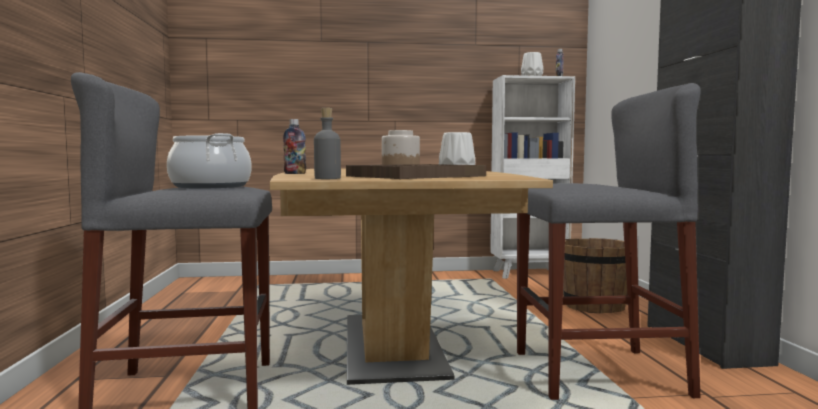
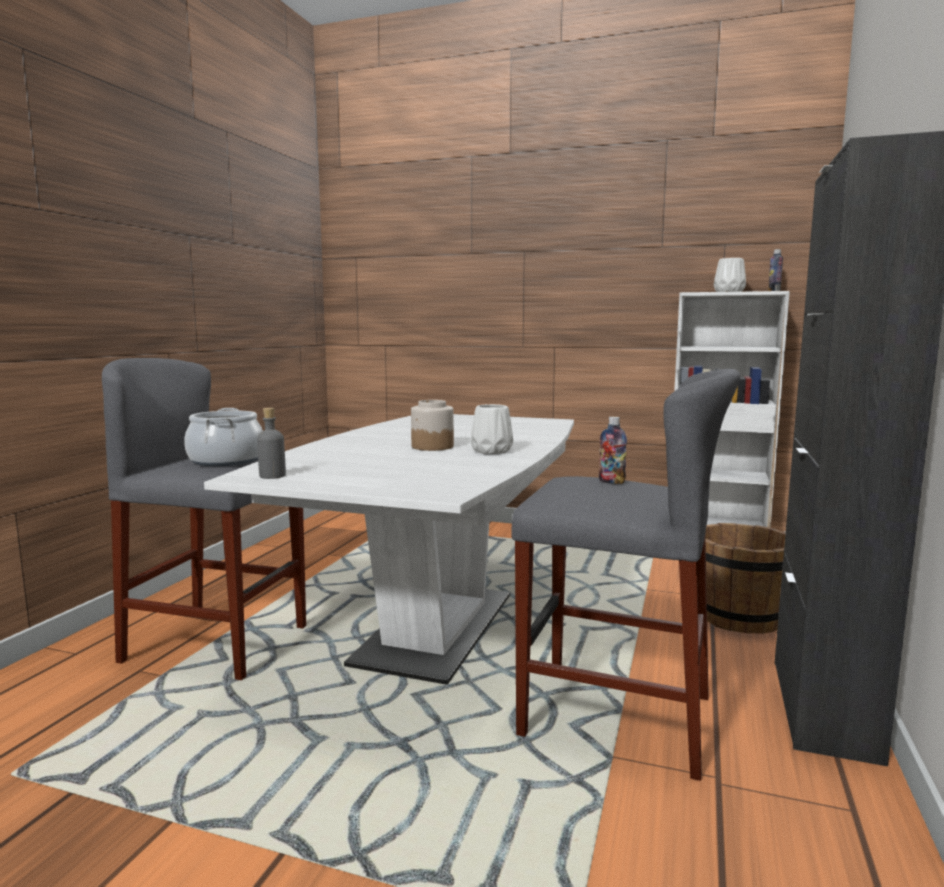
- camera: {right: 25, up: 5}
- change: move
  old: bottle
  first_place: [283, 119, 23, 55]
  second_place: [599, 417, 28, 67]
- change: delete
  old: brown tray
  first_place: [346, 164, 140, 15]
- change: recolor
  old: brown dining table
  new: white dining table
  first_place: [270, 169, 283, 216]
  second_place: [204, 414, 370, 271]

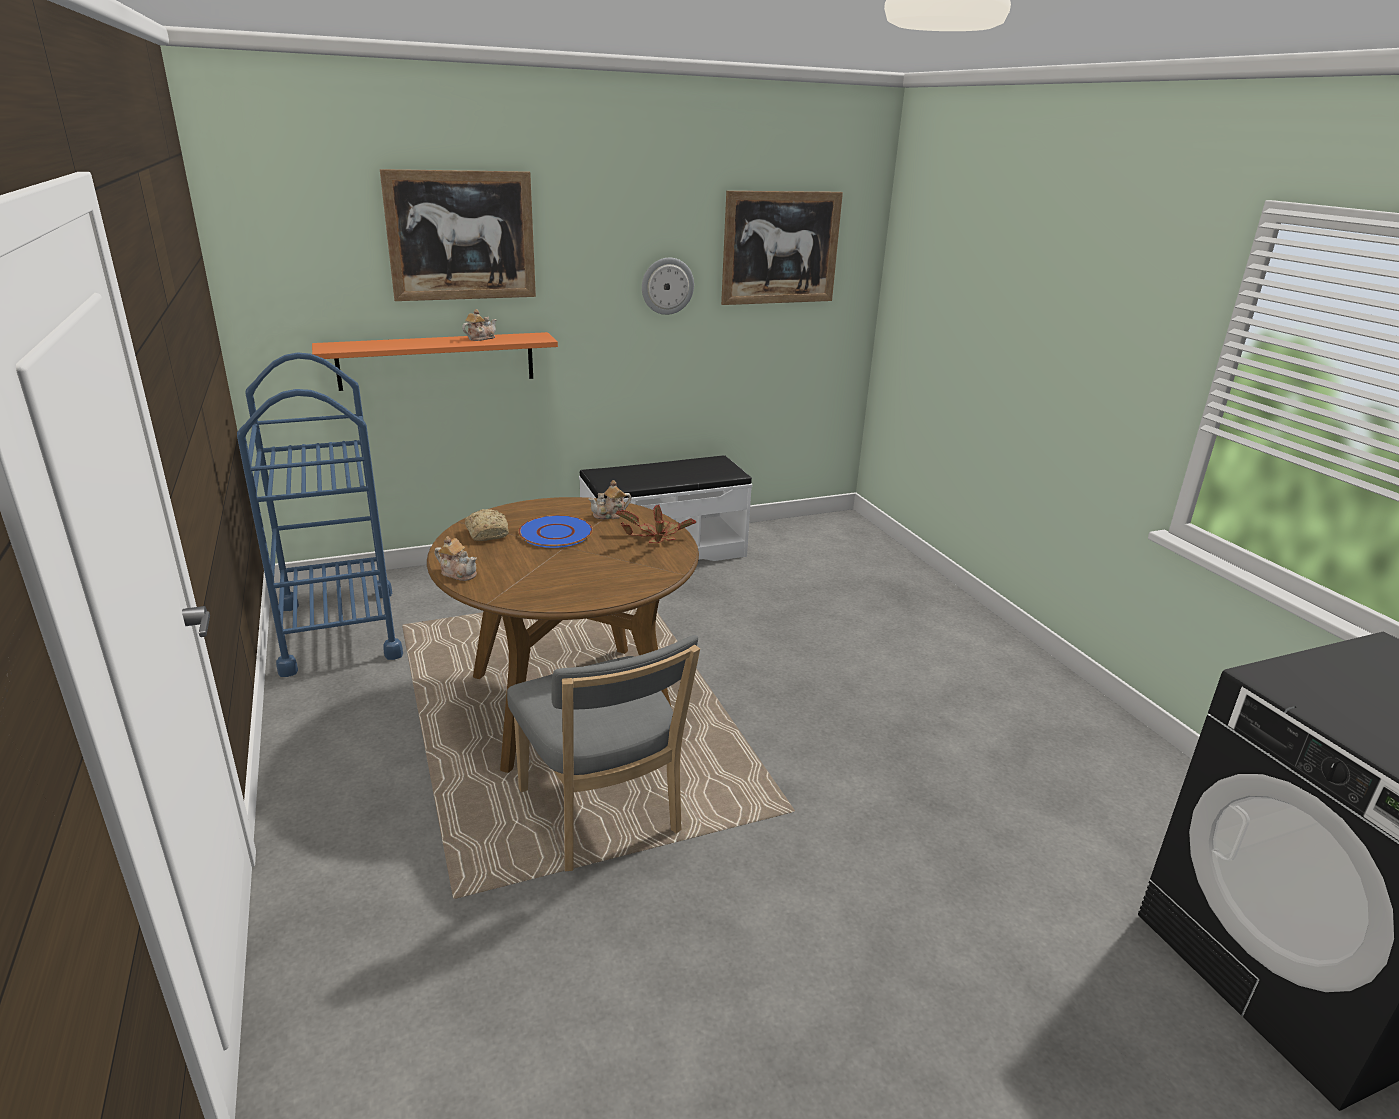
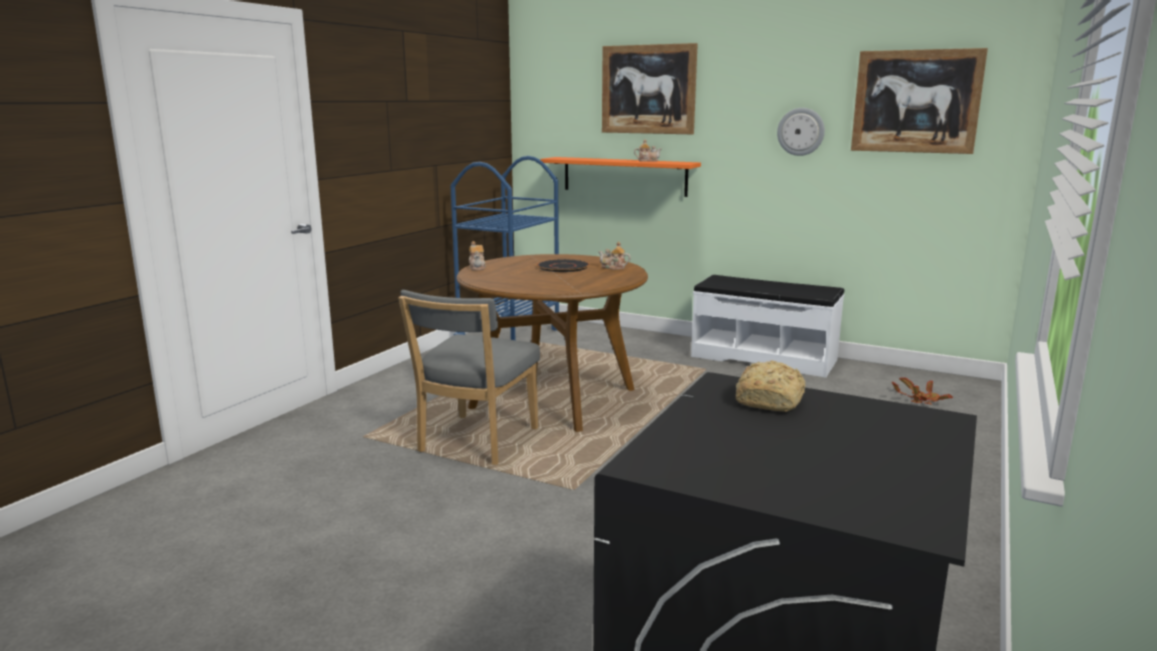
- camera: {right: 50, up: -10}
- change: move
  old: potted plant
  first_place: [616, 505, 80, 38]
  second_place: [891, 377, 62, 28]
- change: move
  old: bread
  first_place: [465, 509, 44, 32]
  second_place: [736, 361, 70, 51]
- change: recolor
  old: blue plate
  new: black plate
  first_place: [518, 515, 75, 33]
  second_place: [537, 259, 52, 13]

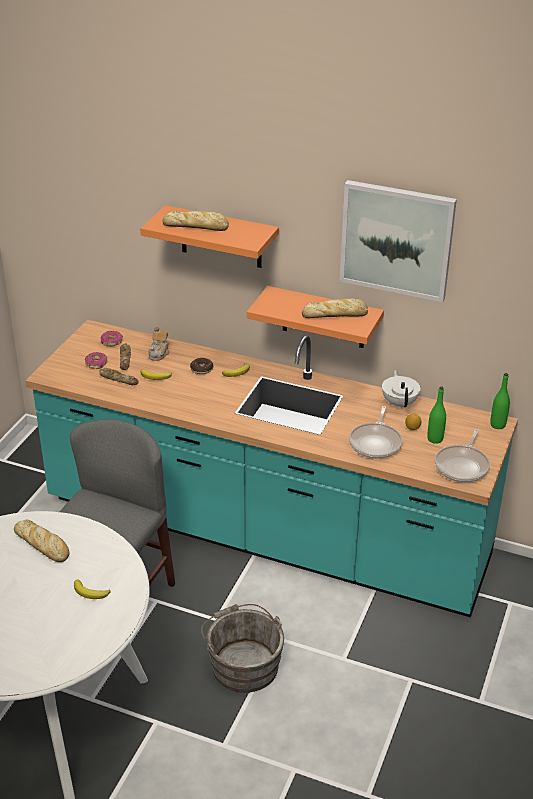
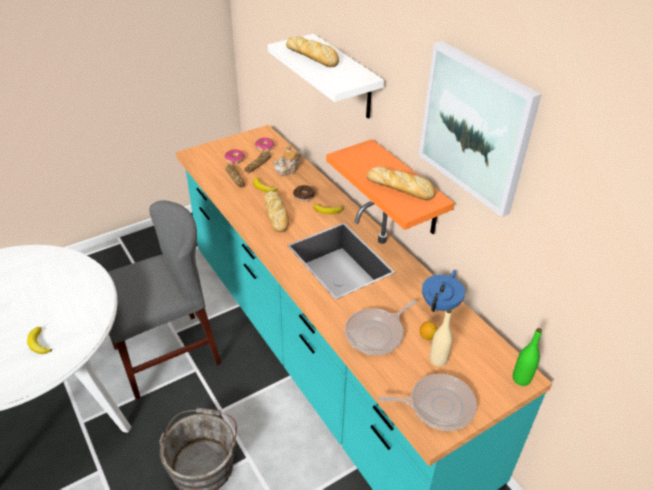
- camera: {right: 35, up: 5}
- change: recolor
  old: orange shelf
  new: white shelf
  first_place: [140, 205, 139, 63]
  second_place: [268, 34, 116, 85]
- change: recolor
  old: white teapot
  new: blue teapot
  first_place: [382, 370, 39, 39]
  second_place: [422, 270, 43, 42]
- change: recolor
  old: green bottle
  new: beige bottle
  first_place: [427, 386, 19, 58]
  second_place: [430, 309, 23, 58]
- change: rotate
  old: frying pan
  first_place: [435, 429, 55, 53]
  second_place: [378, 374, 99, 57]
  degrees: -150
- change: move
  old: bread
  first_place: [14, 520, 55, 42]
  second_place: [264, 191, 25, 41]

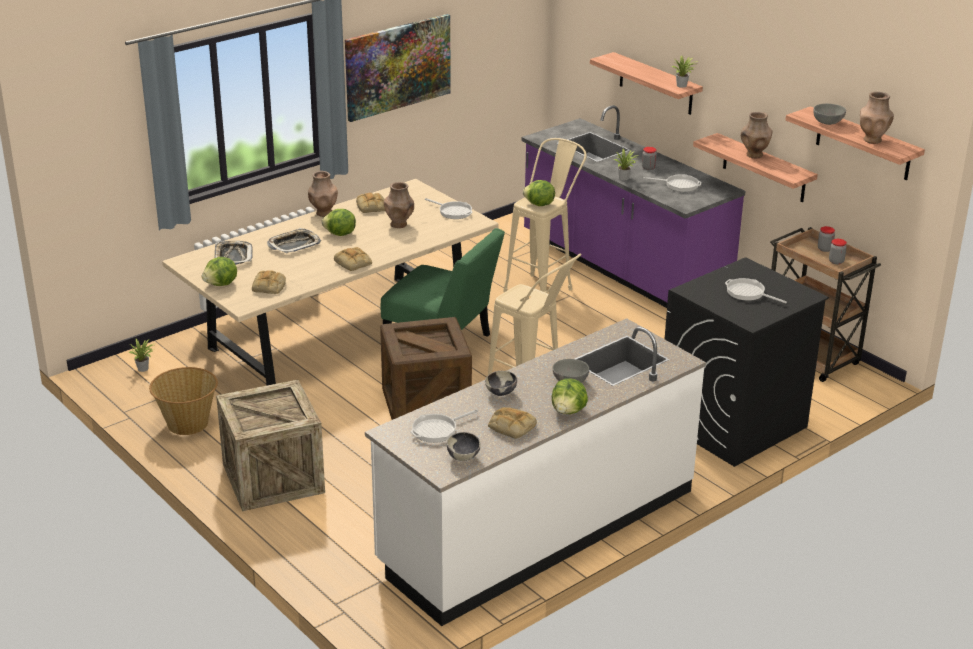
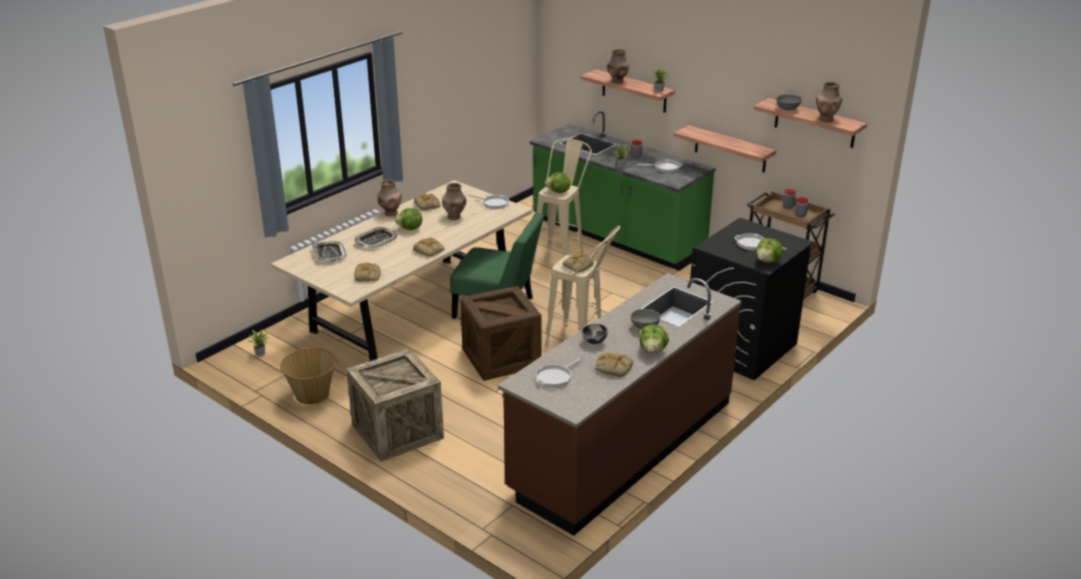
- camera: {right: -10, up: 0}
- change: delete
  old: picture
  first_place: [345, 14, 106, 108]
- change: recolor
  old: purple counter
  new: green counter
  first_place: [521, 105, 225, 203]
  second_place: [530, 111, 186, 160]
- change: move
  old: brown vase
  first_place: [741, 112, 31, 46]
  second_place: [607, 49, 23, 35]
- change: move
  old: lettuce
  first_place: [202, 257, 35, 29]
  second_place: [756, 238, 27, 25]
- change: recolor
  old: white counter
  new: brown counter
  first_place: [365, 318, 341, 308]
  second_place: [498, 273, 244, 263]
- change: delete
  old: bowl
  first_place: [447, 432, 34, 29]
- change: insert
  new: bread
  second_place: [563, 252, 31, 21]

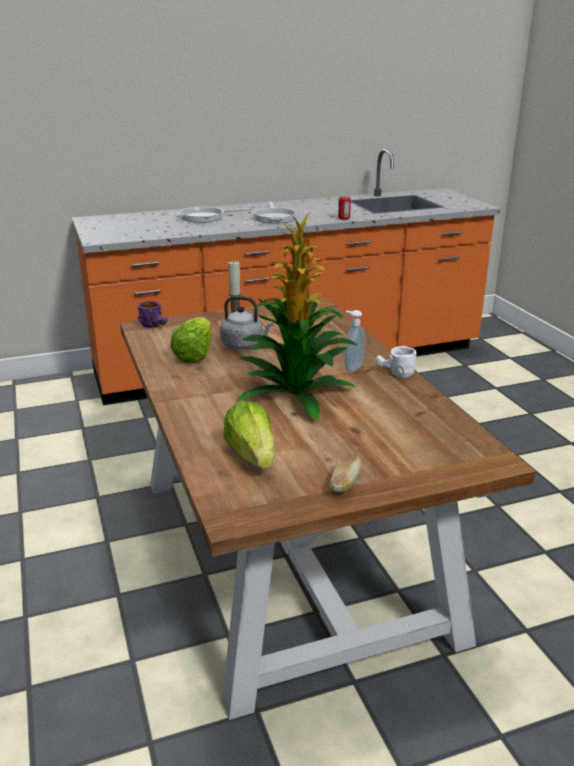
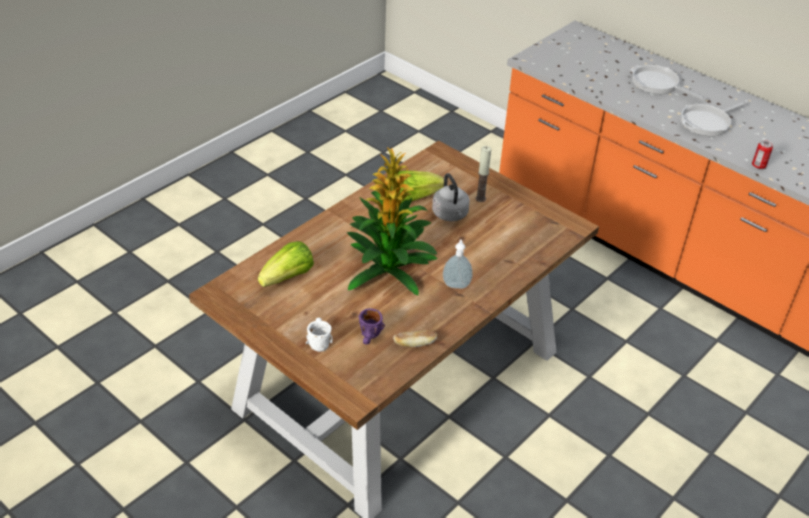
- camera: {right: 60, up: 15}
- change: move
  old: purple mug
  first_place: [138, 301, 29, 27]
  second_place: [359, 308, 26, 37]
- change: move
  old: white mug
  first_place: [376, 346, 41, 32]
  second_place: [306, 318, 27, 34]
- change: move
  old: bread
  first_place: [329, 454, 32, 38]
  second_place: [393, 330, 44, 17]

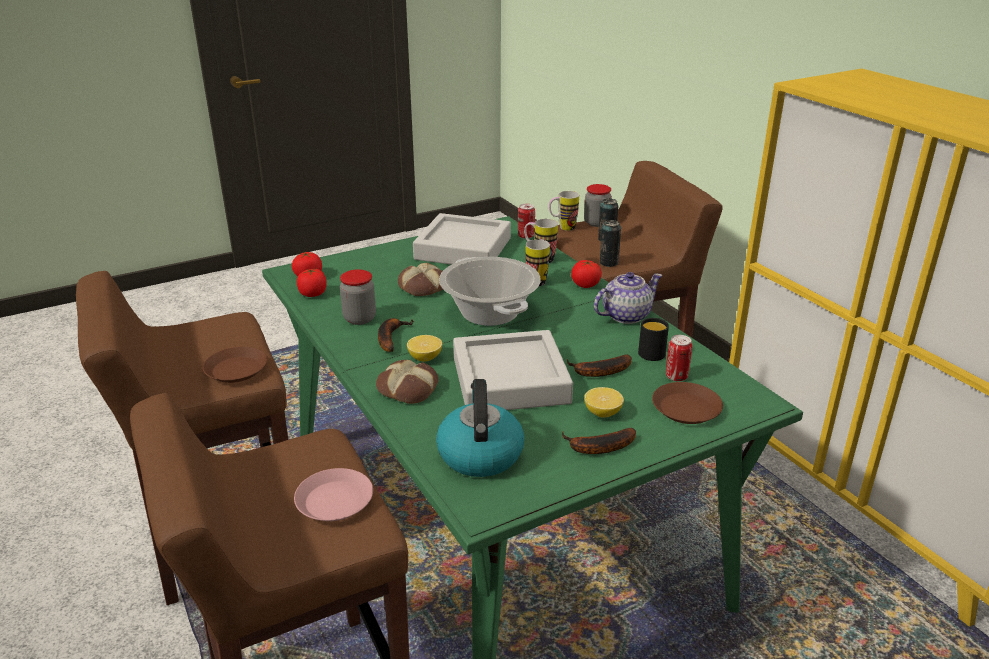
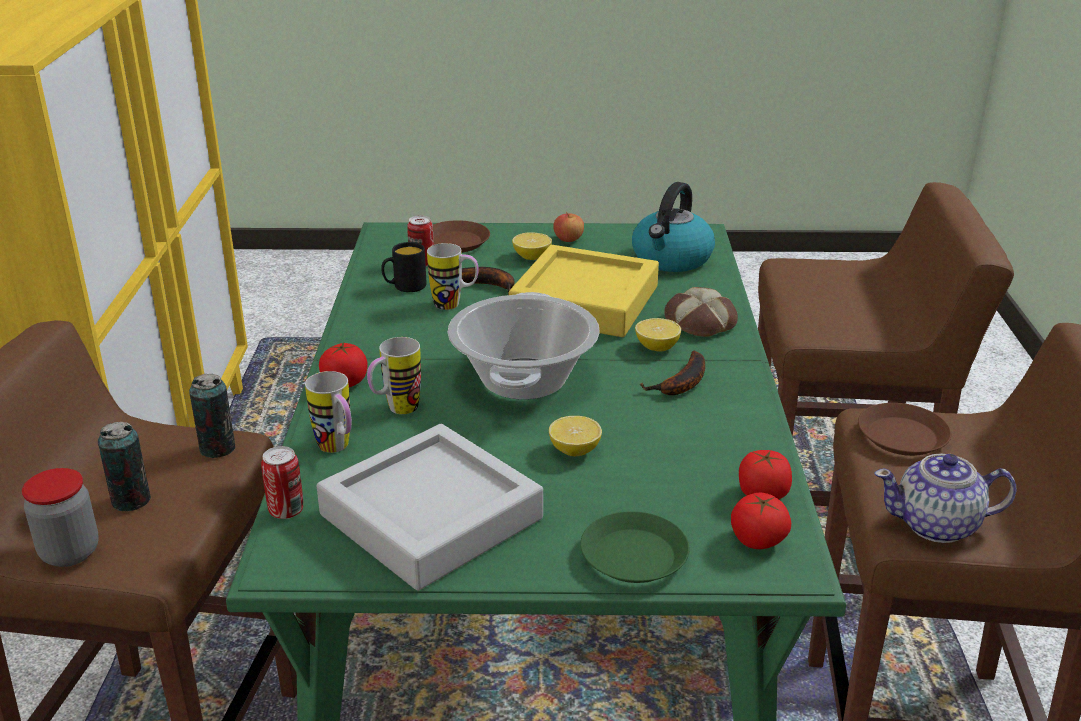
- camera: {right: -150, up: 0}
- change: move
  old: mug
  first_place: [549, 191, 30, 40]
  second_place: [427, 243, 51, 67]
- change: replace
  old: bread
  new: lemon
  first_place: [398, 263, 45, 33]
  second_place: [549, 416, 53, 40]
- change: delete
  old: jar
  first_place: [340, 269, 36, 56]
- change: move
  old: teapot
  first_place: [594, 272, 69, 52]
  second_place: [874, 454, 143, 89]
- change: recolor
  old: grey tray
  new: yellow tray
  first_place: [453, 330, 120, 80]
  second_place: [509, 245, 150, 92]
- change: replace
  old: banana
  new: apple
  first_place: [562, 428, 74, 26]
  second_place: [553, 212, 31, 30]
- change: delete
  old: pink plate
  first_place: [294, 468, 79, 53]
- change: insert
  new: green plate
  second_place: [580, 511, 110, 72]

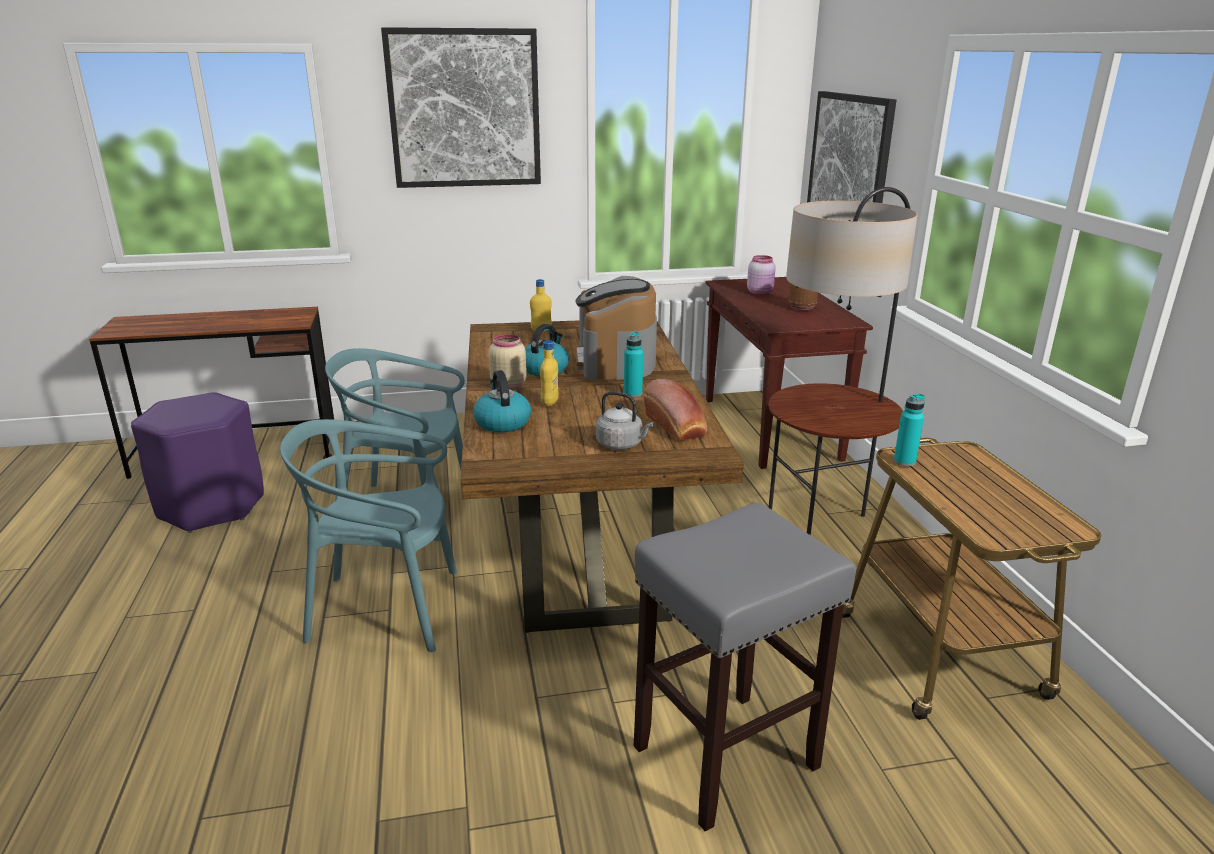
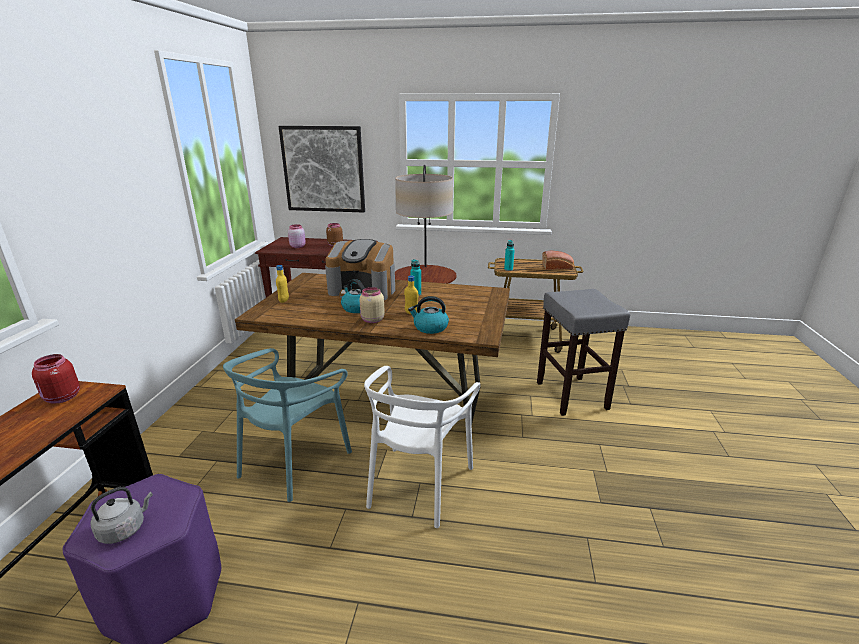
- camera: {right: -70, up: 0}
- change: delete
  old: picture
  first_place: [381, 27, 160, 161]
- change: move
  old: bread
  first_place: [644, 379, 63, 62]
  second_place: [542, 251, 32, 19]
- change: move
  old: grey kettle
  first_place: [596, 391, 57, 59]
  second_place: [91, 487, 62, 57]
- change: recolor
  old: turquoise chair
  new: white chair
  first_place: [280, 419, 177, 233]
  second_place: [364, 366, 116, 162]
- change: insert
  new: red jar
  second_place: [32, 354, 48, 50]

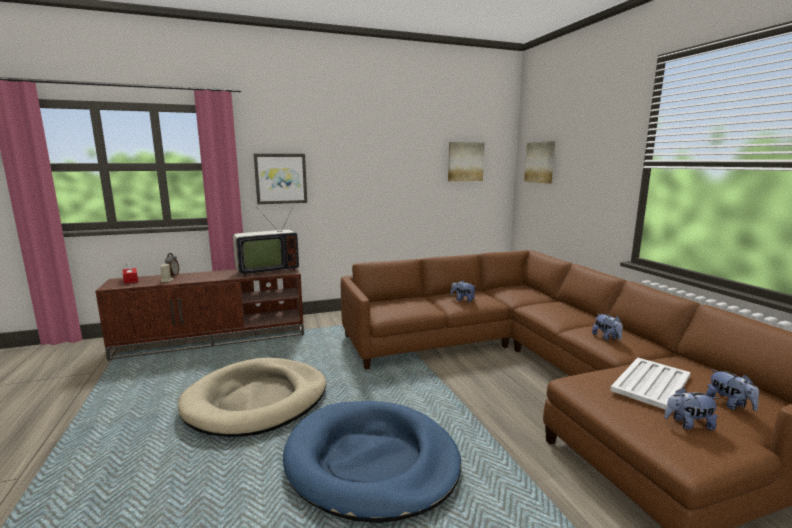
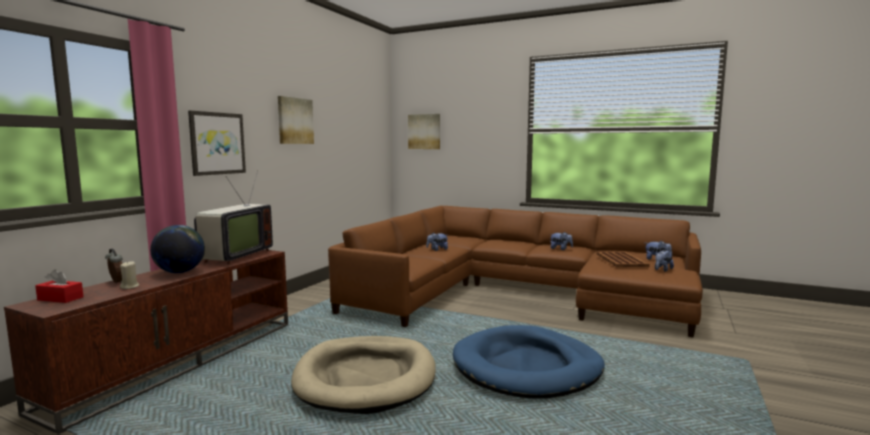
- camera: {right: -45, up: -5}
- change: move
  old: picture
  first_place: [448, 142, 37, 40]
  second_place: [278, 96, 36, 48]
- change: recolor
  old: white tray
  new: brown tray
  first_place: [610, 358, 81, 52]
  second_place: [597, 251, 53, 16]
- change: insert
  new: globe
  second_place: [150, 225, 55, 48]

